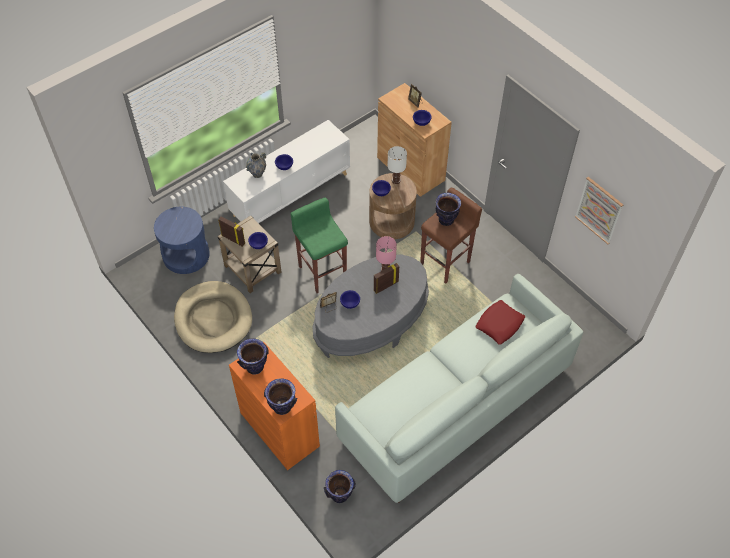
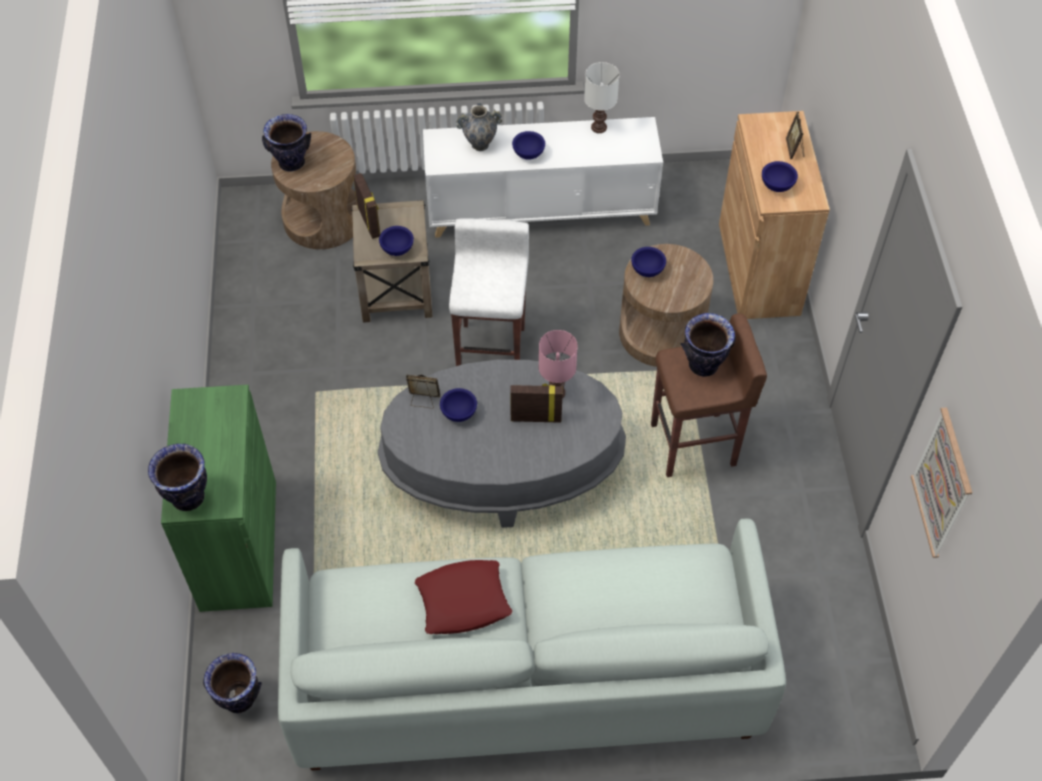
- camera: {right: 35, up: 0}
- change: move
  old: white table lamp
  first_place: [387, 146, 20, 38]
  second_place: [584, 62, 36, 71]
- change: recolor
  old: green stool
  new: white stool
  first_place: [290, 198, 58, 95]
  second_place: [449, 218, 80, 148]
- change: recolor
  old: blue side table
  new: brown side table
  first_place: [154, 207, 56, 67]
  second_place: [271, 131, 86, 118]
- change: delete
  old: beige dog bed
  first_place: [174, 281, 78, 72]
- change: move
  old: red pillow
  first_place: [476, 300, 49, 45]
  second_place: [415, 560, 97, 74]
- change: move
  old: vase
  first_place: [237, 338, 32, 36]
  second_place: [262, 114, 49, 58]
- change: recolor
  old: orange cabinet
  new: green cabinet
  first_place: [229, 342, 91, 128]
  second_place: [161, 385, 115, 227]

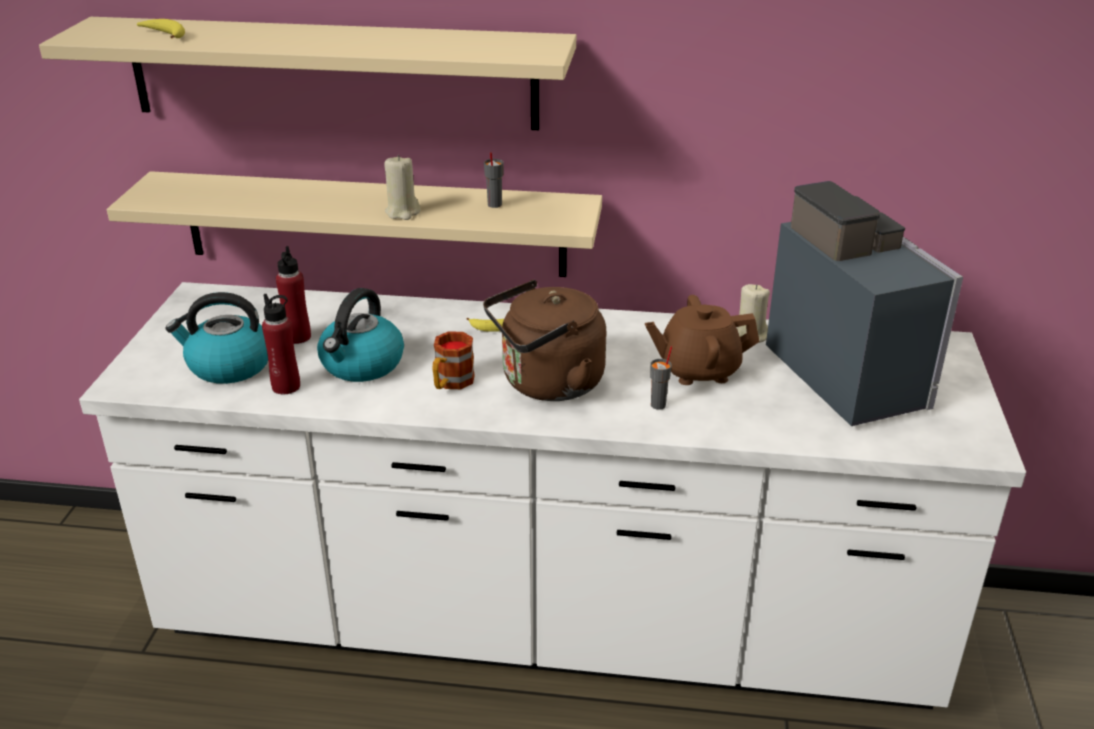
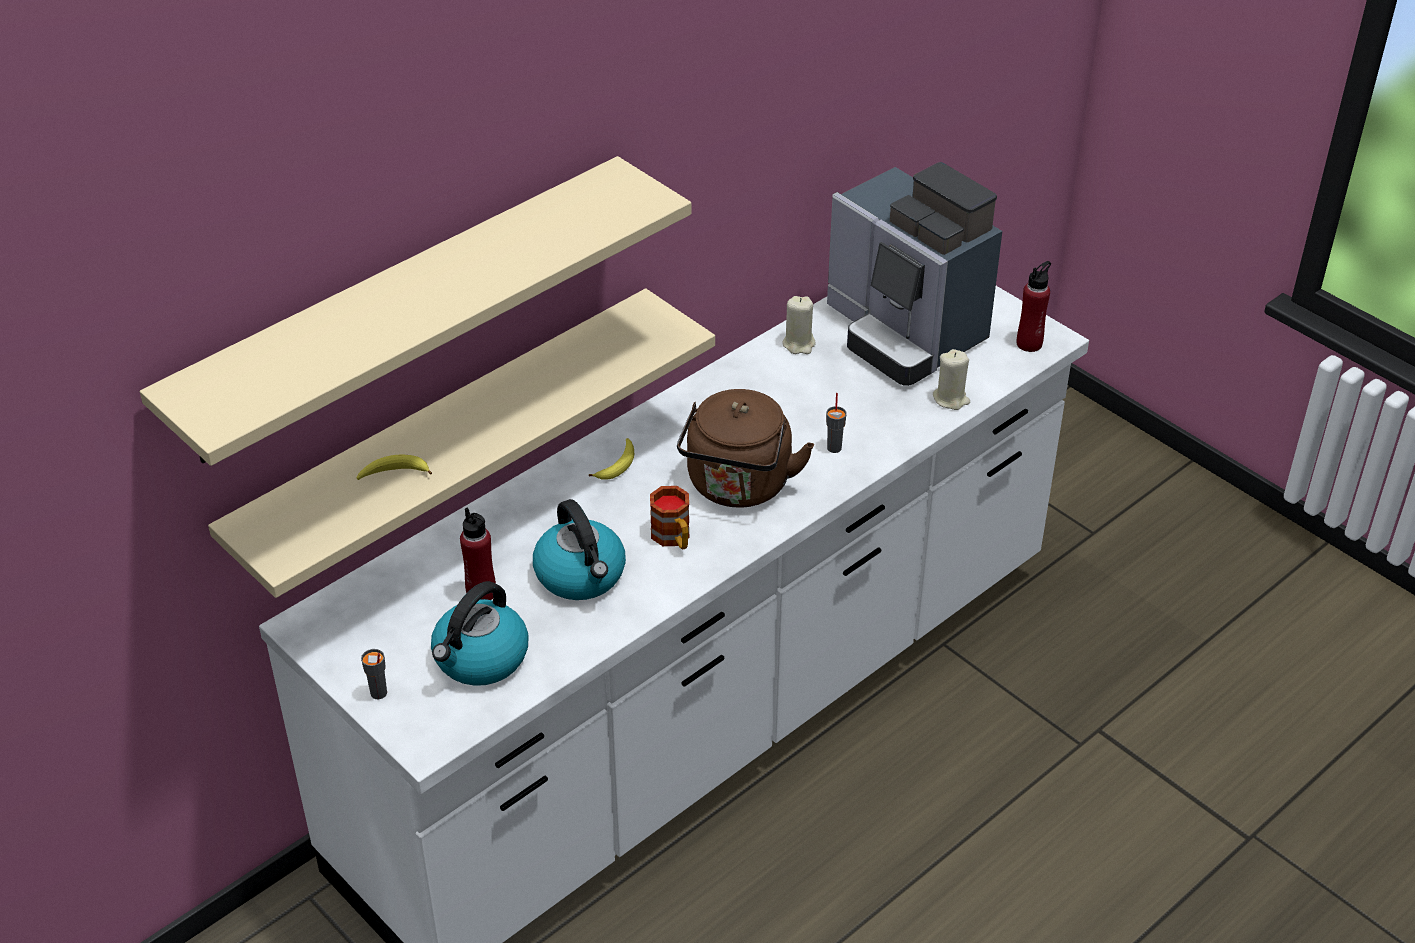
- camera: {right: -50, up: 10}
- change: move
  old: banana
  first_place: [137, 19, 48, 20]
  second_place: [356, 455, 76, 25]
- change: move
  old: grey cup
  first_place: [484, 152, 20, 56]
  second_place: [361, 649, 26, 50]
- change: move
  old: beige candle
  first_place: [384, 155, 36, 65]
  second_place: [933, 349, 37, 61]
- change: rotate
  old: coffee machine
  first_place: [766, 181, 197, 245]
  second_place: [827, 162, 175, 224]
  degrees: -150
- change: move
  old: red bottle
  first_place: [262, 294, 38, 100]
  second_place: [1017, 261, 34, 91]
- change: delete
  old: brown teapot
  first_place: [645, 295, 115, 90]

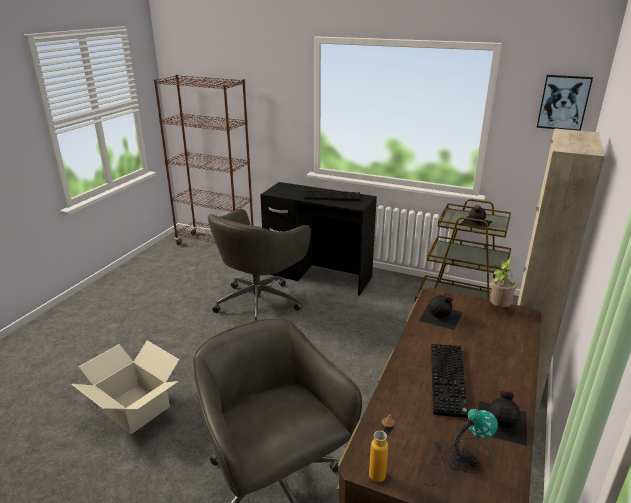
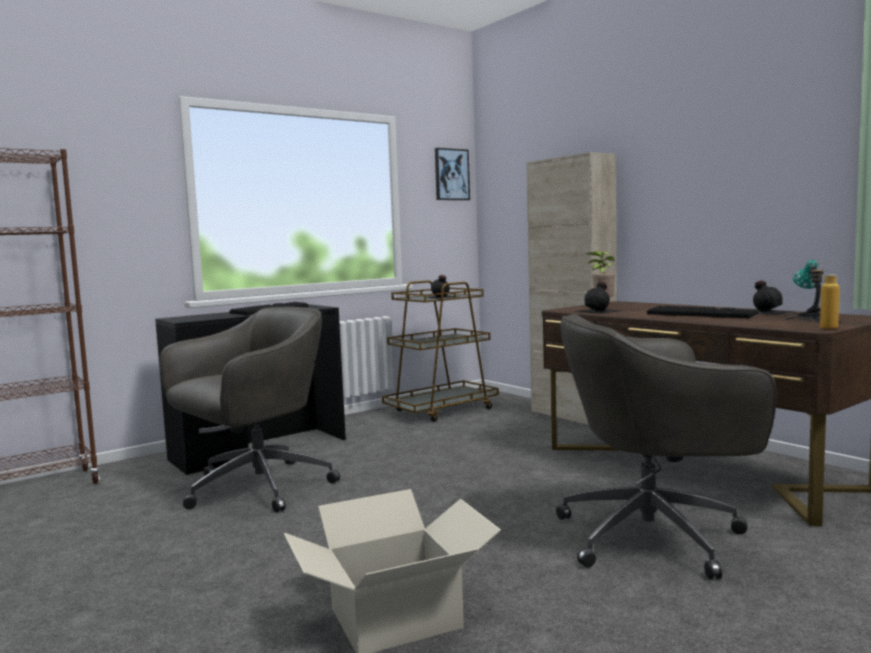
- camera: {right: -60, up: -20}
- change: rotate
  old: grey office chair
  first_place: [207, 209, 104, 112]
  second_place: [160, 307, 180, 205]
  degrees: -105

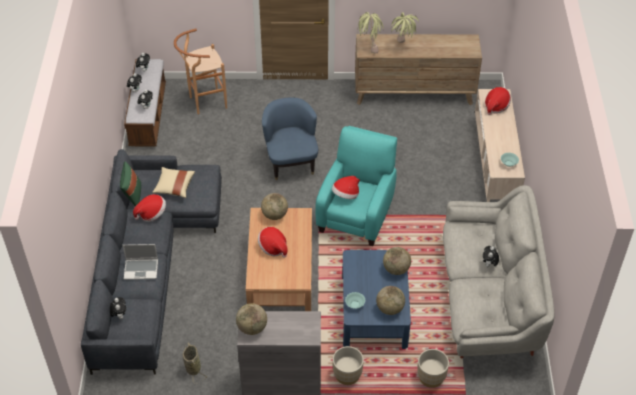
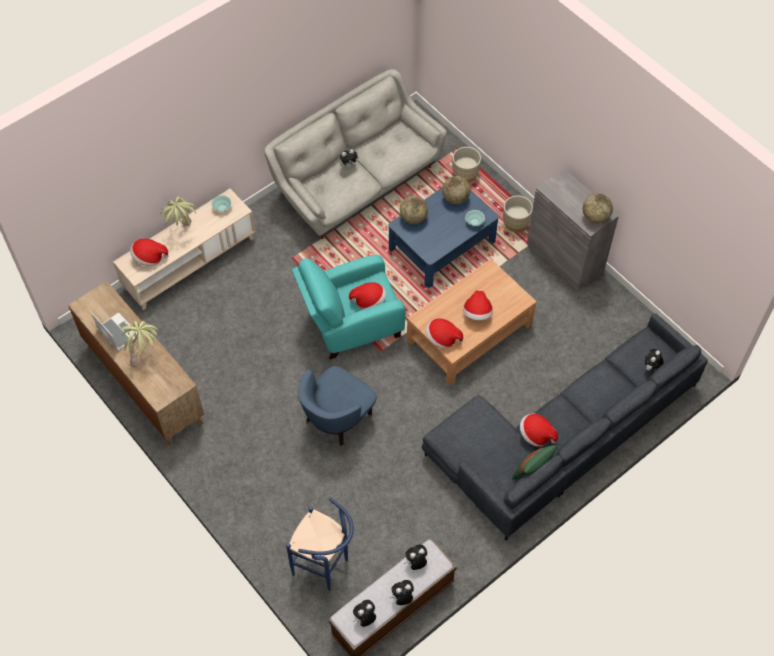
- camera: {right: -130, up: 10}
- change: move
  old: potted plant
  first_place: [357, 12, 27, 42]
  second_place: [160, 197, 36, 31]
- change: recolor
  old: brown stool
  new: blue stool
  first_place: [174, 28, 53, 86]
  second_place: [286, 498, 68, 93]
- change: delete
  old: beige pillow
  first_place: [152, 167, 43, 31]
- change: replace
  old: globe
  new: hat
  first_place: [261, 193, 27, 27]
  second_place: [426, 318, 37, 31]
- change: move
  old: laptop
  first_place: [123, 244, 35, 36]
  second_place: [92, 313, 46, 38]
- change: delete
  old: basket
  first_place: [183, 343, 25, 41]

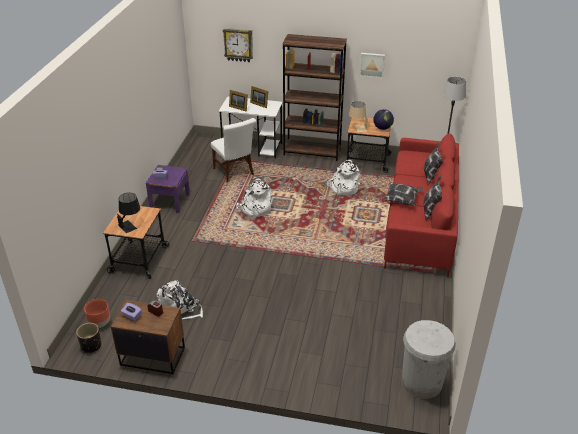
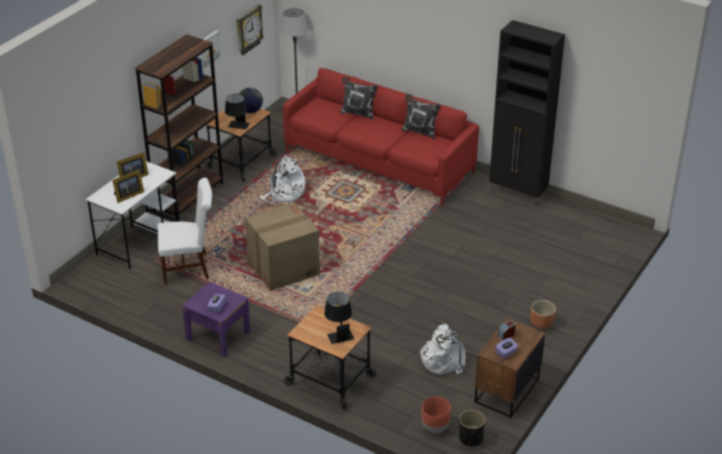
- camera: {right: -70, up: 0}
- change: move
  old: wall clock
  first_place: [223, 28, 30, 34]
  second_place: [237, 4, 27, 51]
- change: recolor
  old: beige table lamp
  new: black table lamp
  first_place: [349, 101, 19, 31]
  second_place: [225, 94, 25, 35]
- change: replace
  old: white backpack
  new: cardboard box
  first_place: [236, 179, 35, 38]
  second_place: [245, 202, 75, 89]
- change: delete
  old: pillow
  first_place: [382, 182, 41, 24]
- change: delete
  old: white trash can
  first_place: [402, 320, 54, 79]
- change: insert
  new: black cabinet
  second_place: [489, 20, 76, 187]
- change: insert
  new: brown planter
  second_place: [530, 300, 26, 29]

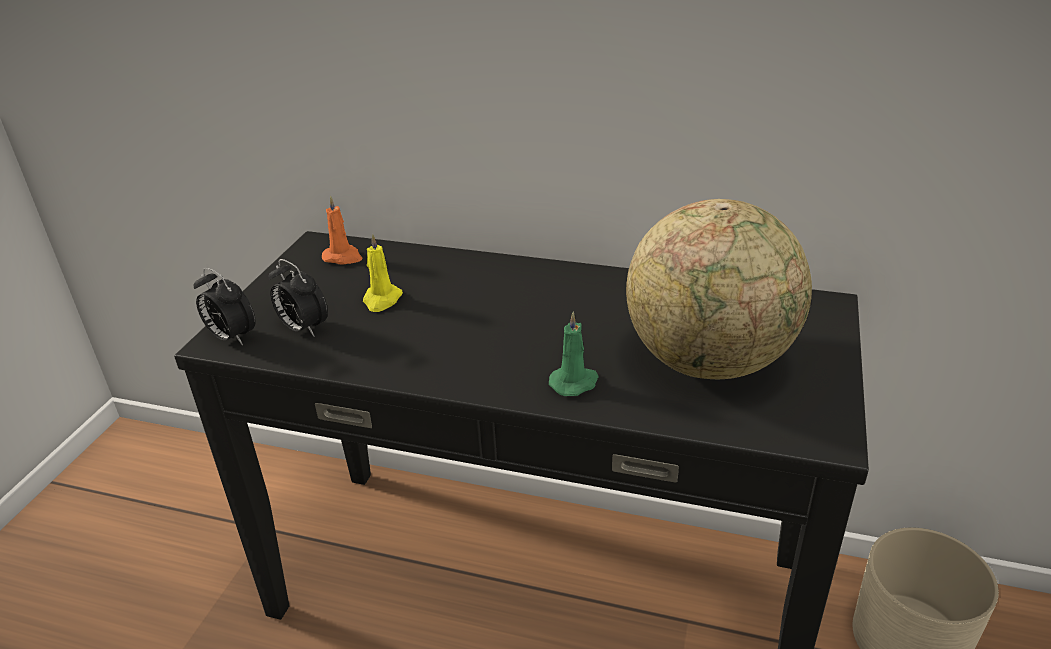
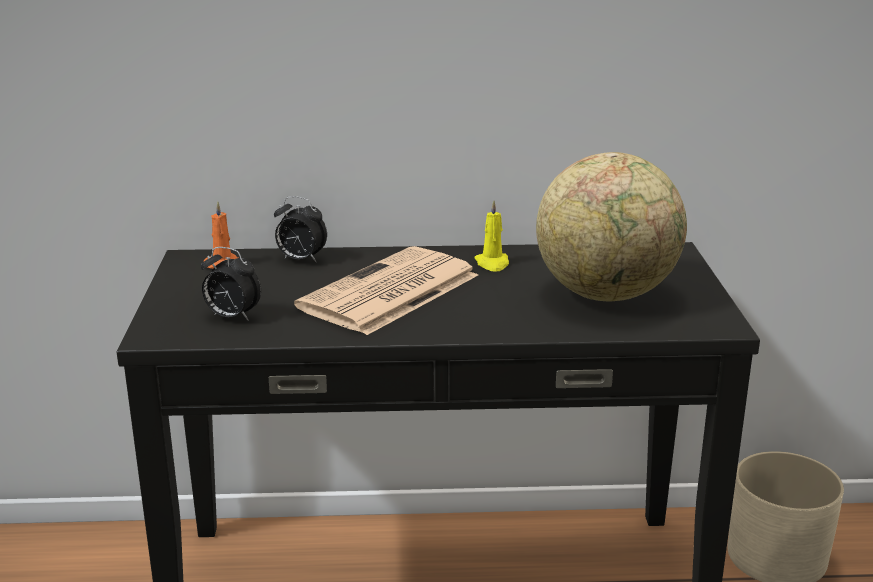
- camera: {right: -20, up: -10}
- change: move
  old: yellow candle
  first_place: [363, 233, 40, 79]
  second_place: [475, 200, 34, 71]
- change: move
  old: alarm clock
  first_place: [193, 268, 63, 77]
  second_place: [274, 196, 53, 66]
- change: delete
  old: green candle
  first_place: [549, 311, 50, 85]
- change: insert
  new: newspaper
  second_place: [294, 246, 184, 89]

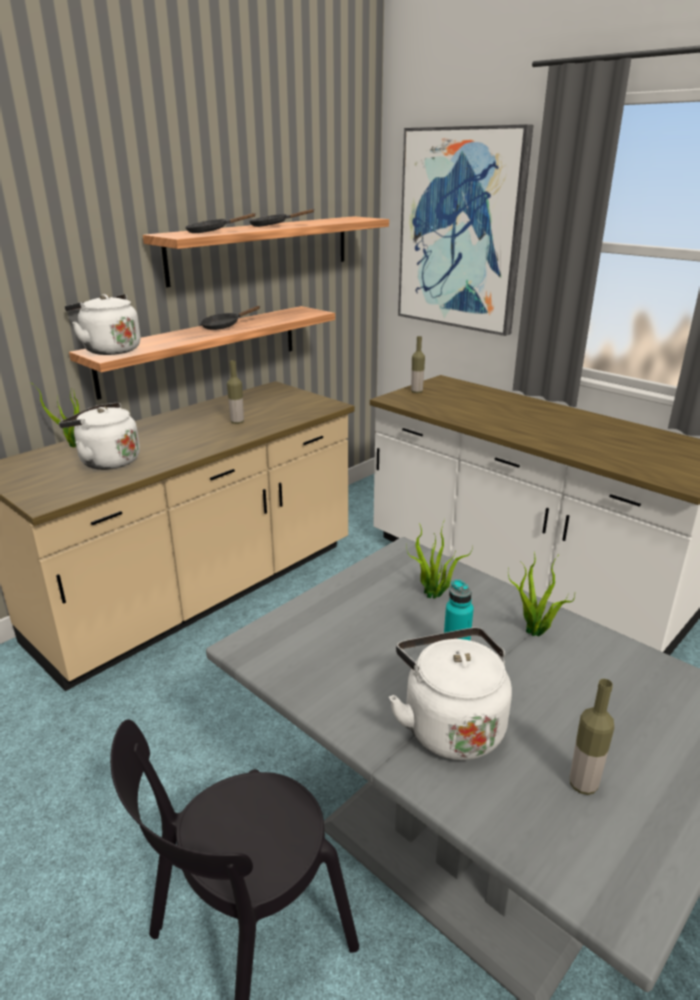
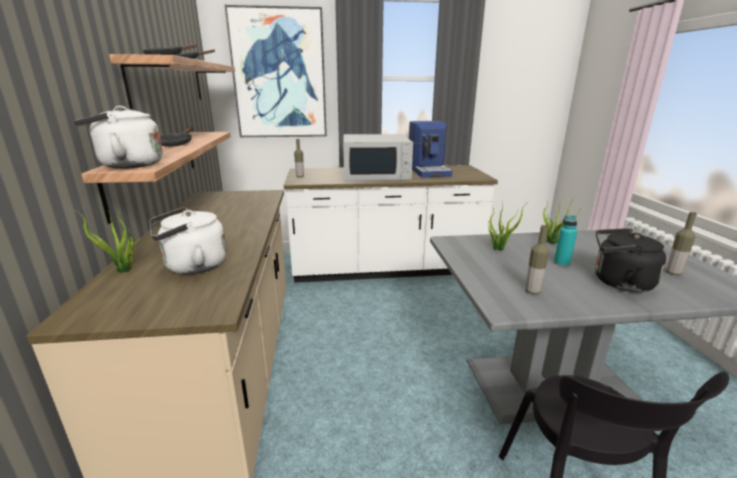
- camera: {right: -50, up: -5}
- change: move
  old: bottle
  first_place: [227, 360, 17, 64]
  second_place: [525, 225, 24, 69]
- change: recolor
  old: white kettle
  new: black kettle
  first_place: [389, 627, 123, 133]
  second_place: [595, 228, 71, 64]
- change: insert
  new: coffee machine
  second_place: [409, 121, 43, 57]
- change: insert
  new: white microwave
  second_place: [343, 134, 70, 46]

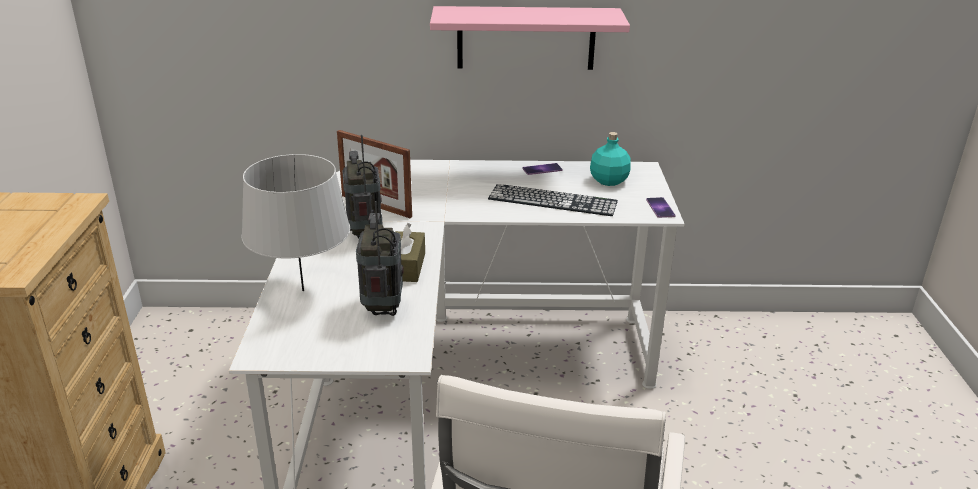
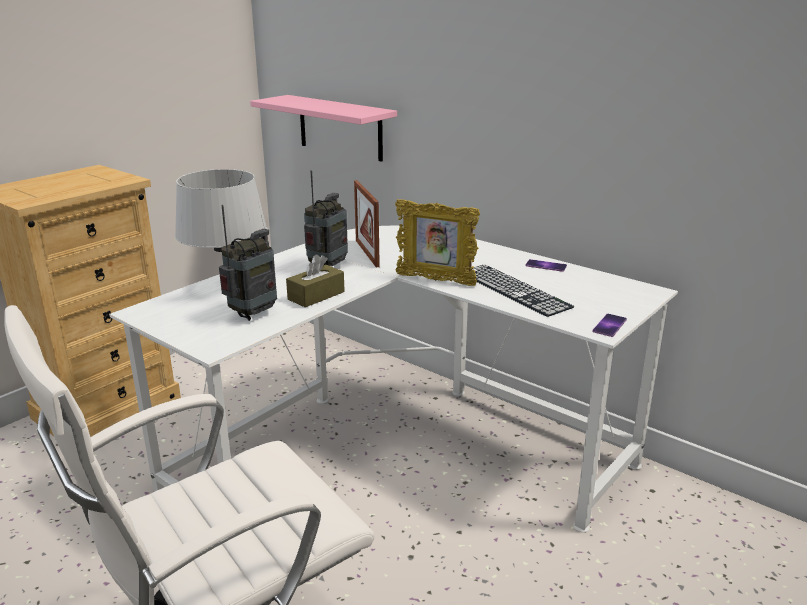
- camera: {right: 40, up: -5}
- change: move
  old: pink shelf
  first_place: [430, 6, 200, 64]
  second_place: [250, 95, 147, 67]
- change: delete
  old: turquoise bottle
  first_place: [590, 132, 41, 54]
- change: insert
  new: picture frame
  second_place: [395, 199, 85, 87]

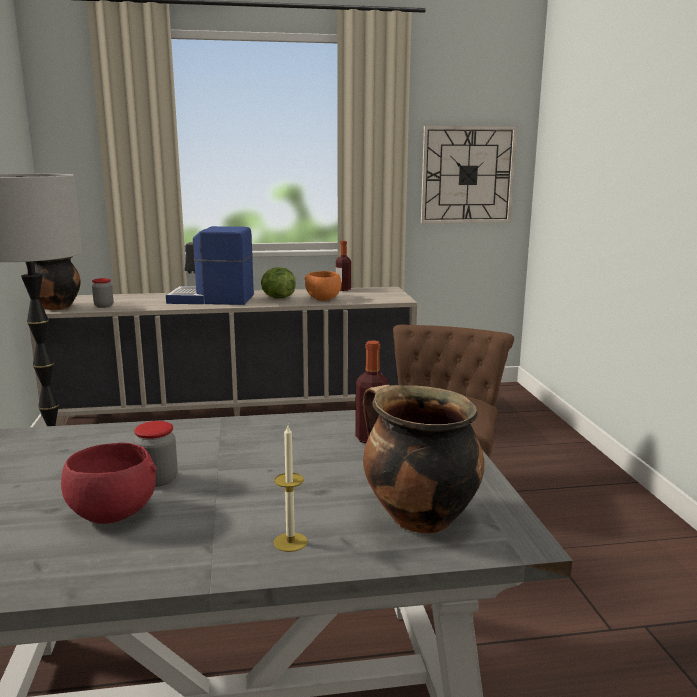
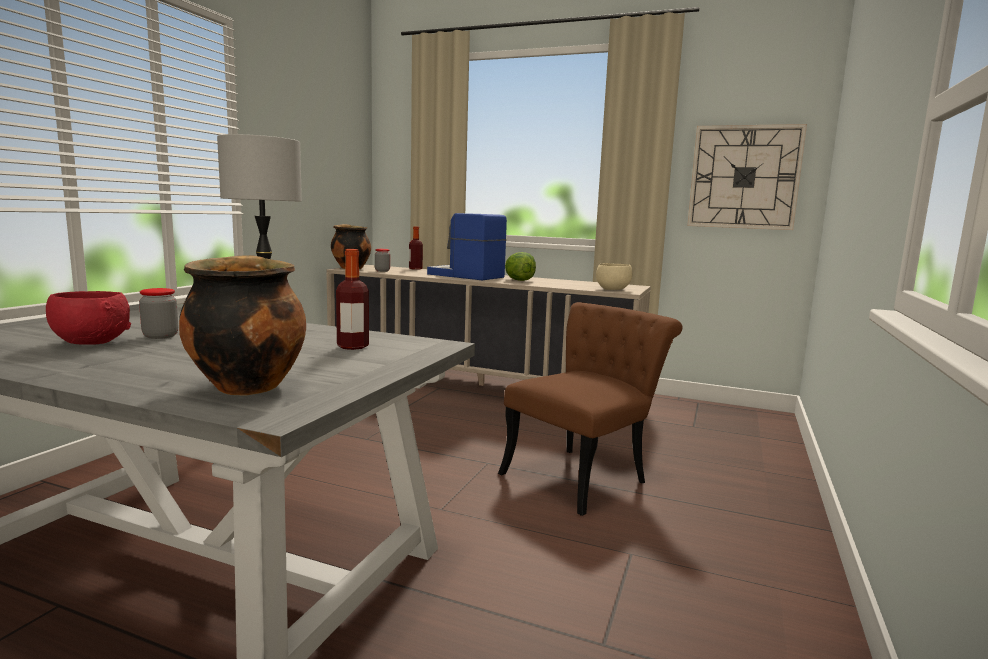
- camera: {right: 30, up: -5}
- change: move
  old: bottle
  first_place: [336, 241, 15, 50]
  second_place: [409, 226, 14, 44]
- change: delete
  old: orange bowl
  first_place: [304, 271, 37, 30]
- change: delete
  old: candle
  first_place: [274, 425, 34, 127]
- change: insert
  new: beige bowl
  second_place: [596, 263, 37, 27]

